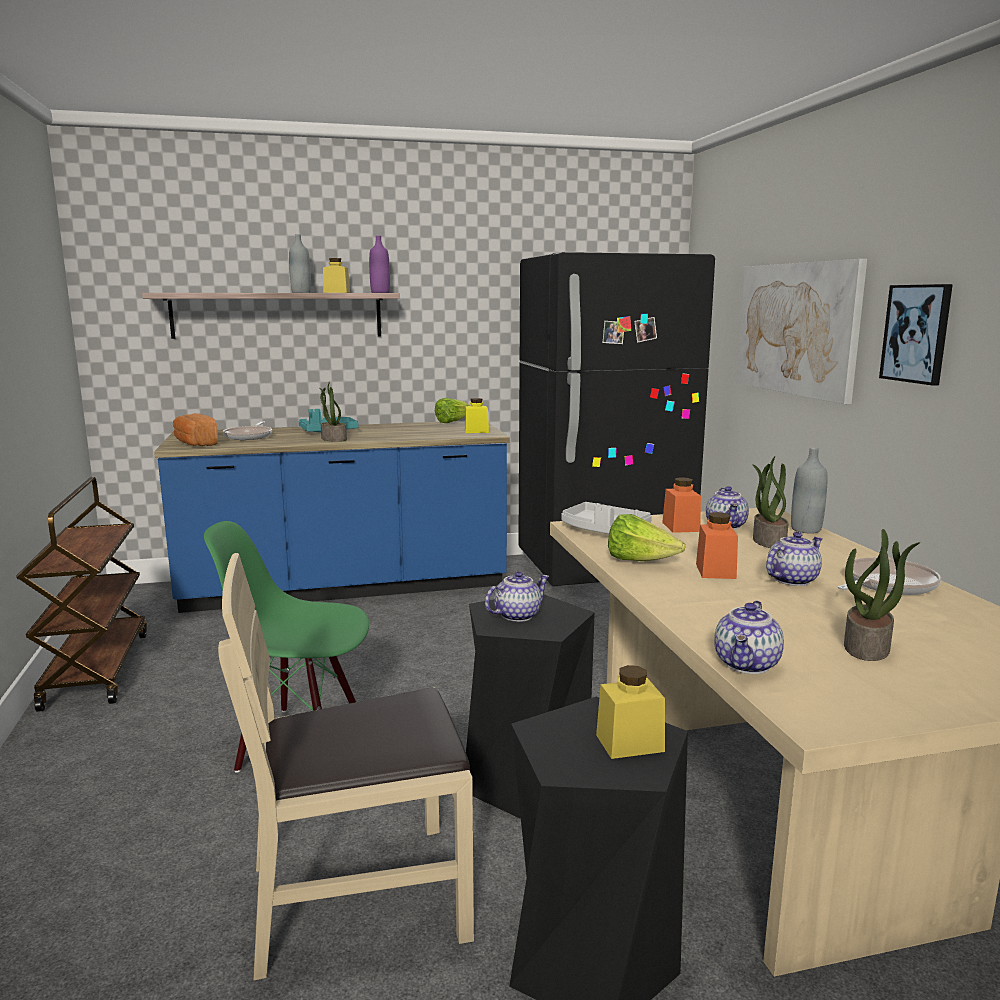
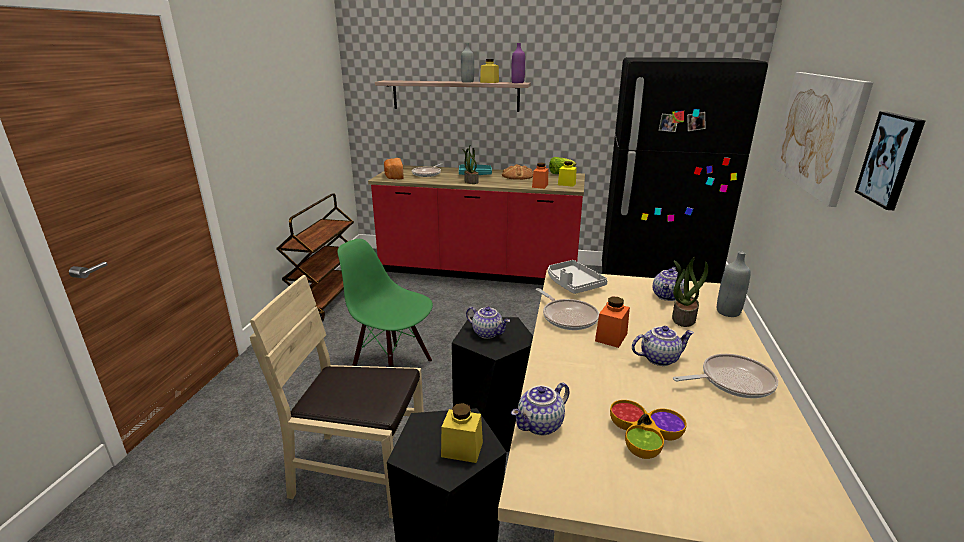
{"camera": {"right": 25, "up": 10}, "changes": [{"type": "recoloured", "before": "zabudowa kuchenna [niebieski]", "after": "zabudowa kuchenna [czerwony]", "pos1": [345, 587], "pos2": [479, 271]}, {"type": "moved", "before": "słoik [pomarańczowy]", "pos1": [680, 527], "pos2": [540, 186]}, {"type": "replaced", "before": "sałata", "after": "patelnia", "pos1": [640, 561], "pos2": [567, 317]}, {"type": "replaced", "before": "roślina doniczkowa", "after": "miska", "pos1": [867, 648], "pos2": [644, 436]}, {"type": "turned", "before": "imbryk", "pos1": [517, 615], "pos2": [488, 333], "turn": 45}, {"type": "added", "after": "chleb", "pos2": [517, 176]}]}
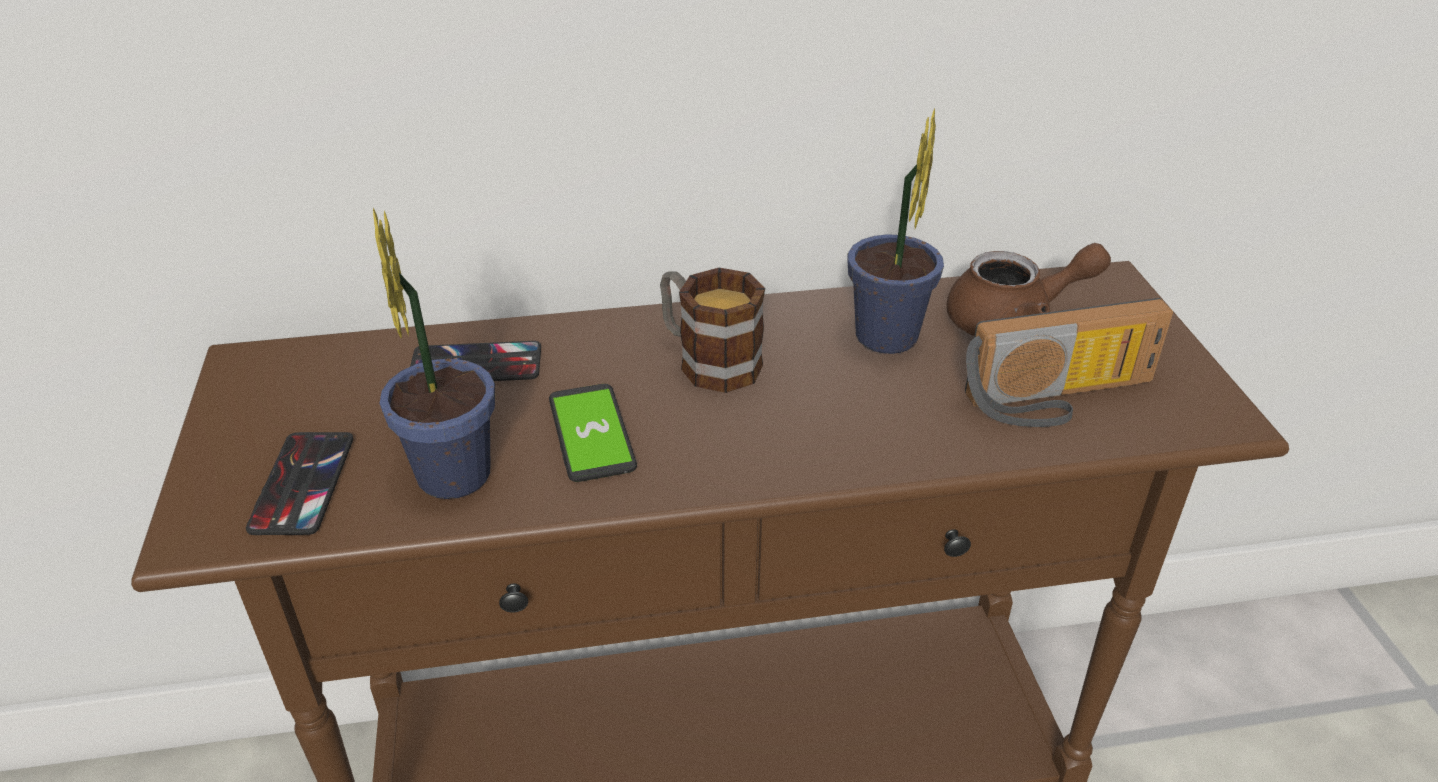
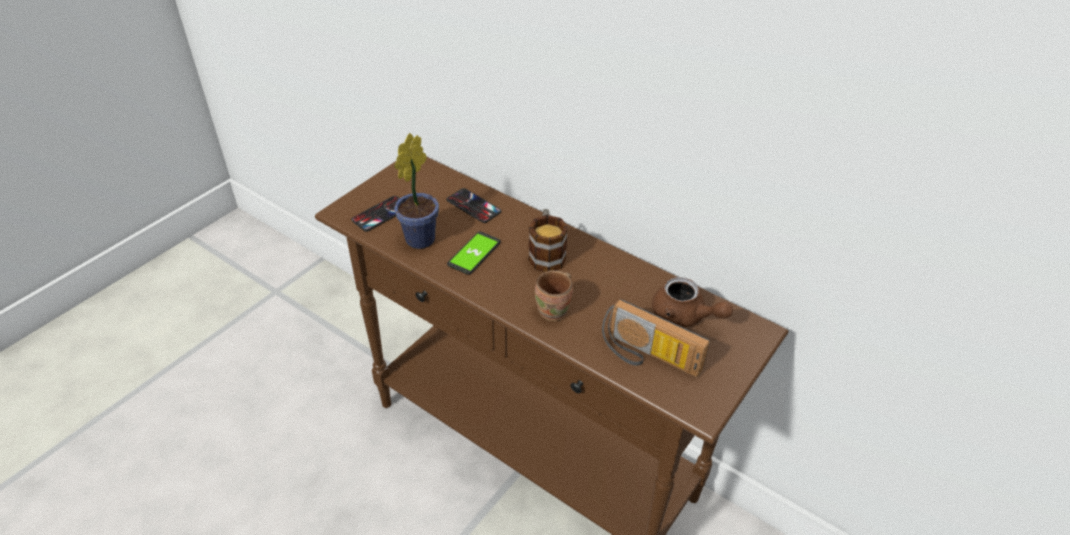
{"camera": {"right": 45, "up": 5}, "changes": [{"type": "removed", "before": "roślina doniczkowa", "pos1": [885, 342]}, {"type": "added", "after": "kubek [brązowy]", "pos2": [555, 311]}]}
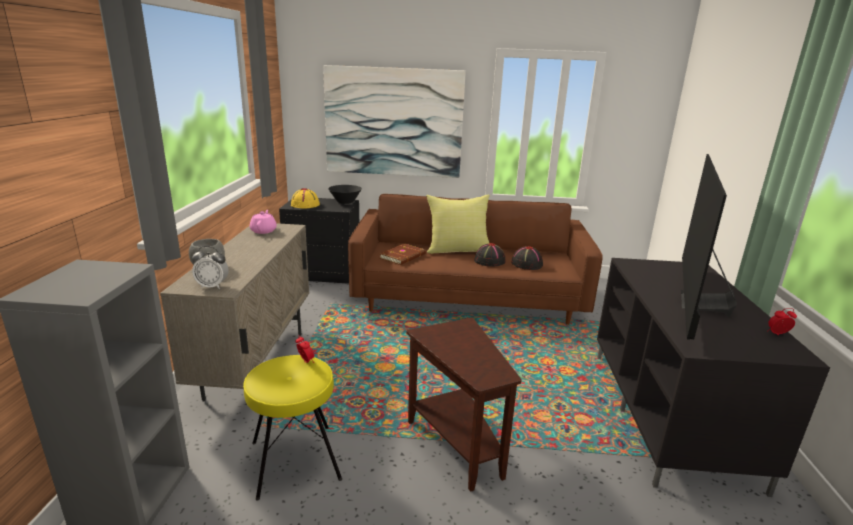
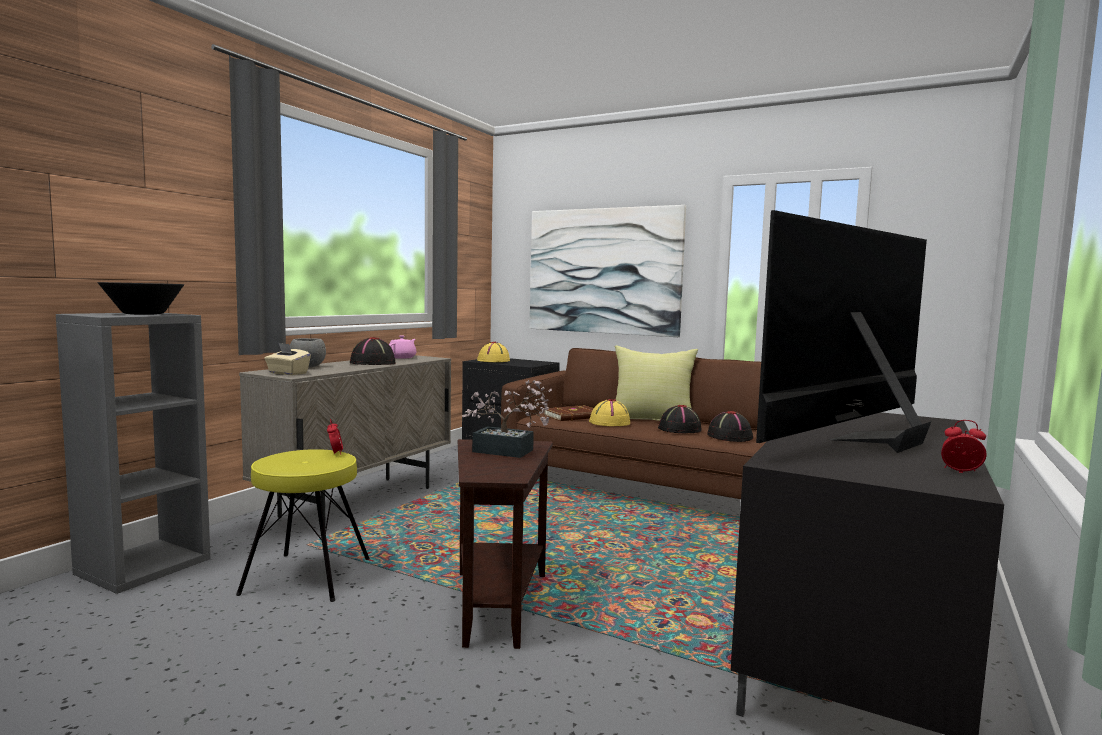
{"camera": {"right": 25, "up": -15}, "changes": [{"type": "moved", "before": "miska [czarny]", "pos1": [345, 202], "pos2": [143, 314]}, {"type": "replaced", "before": "budzik", "after": "pudełko chusteczek [beżowy]", "pos1": [212, 286], "pos2": [287, 373]}, {"type": "added", "after": "kapelusz [czarny]", "pos2": [372, 363]}, {"type": "added", "after": "roślina doniczkowa", "pos2": [509, 452]}, {"type": "added", "after": "kapelusz [żółty]", "pos2": [609, 423]}]}
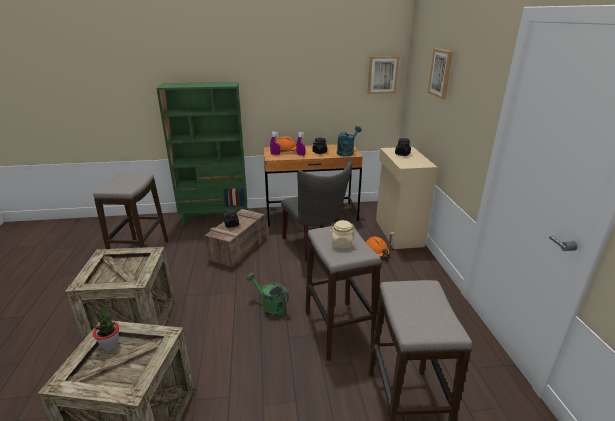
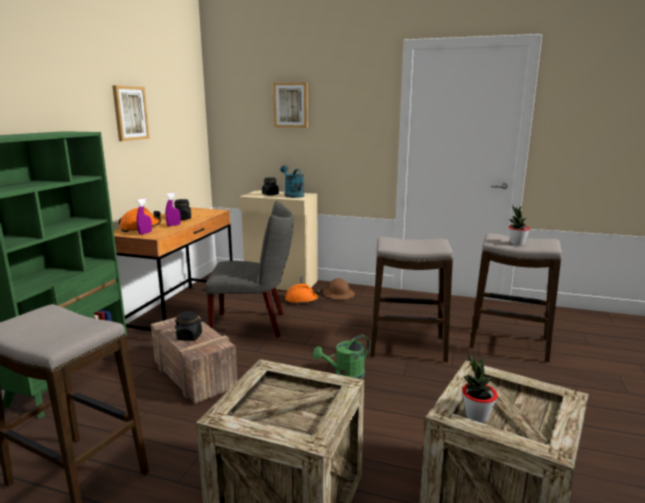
{"camera": {"right": -65, "up": -10}, "changes": [{"type": "moved", "before": "obraz", "pos1": [382, 75], "pos2": [130, 113]}, {"type": "moved", "before": "konewka [turkusowy]", "pos1": [347, 152], "pos2": [292, 195]}, {"type": "removed", "before": "słoik [beżowy]", "pos1": [341, 244]}, {"type": "added", "after": "roślina doniczkowa", "pos2": [517, 243]}, {"type": "added", "after": "kask [brązowy]", "pos2": [339, 294]}]}
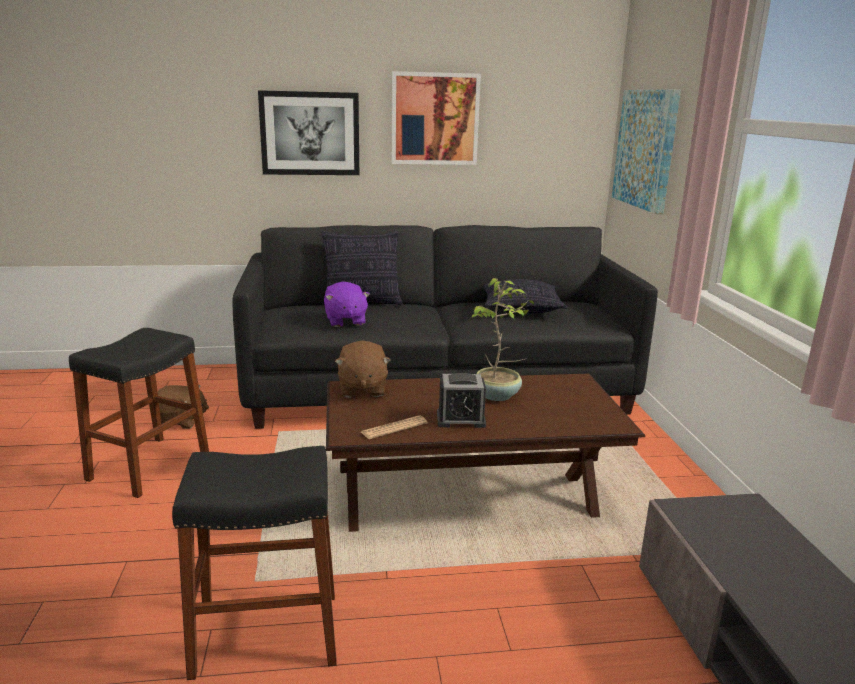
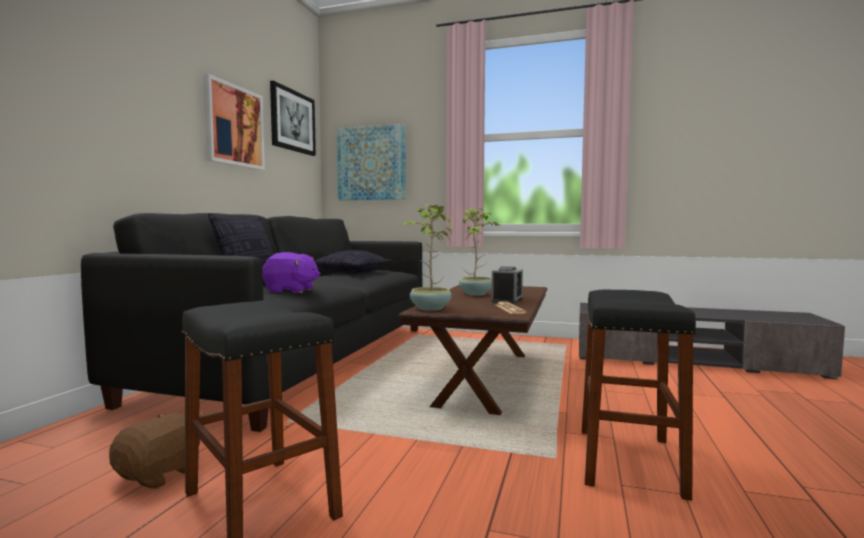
{"camera": {"right": -65, "up": -15}, "changes": [{"type": "moved", "before": "obraz", "pos1": [310, 133], "pos2": [292, 121]}, {"type": "replaced", "before": "pluszak [brązowy]", "after": "roślina doniczkowa", "pos1": [362, 389], "pos2": [429, 308]}]}
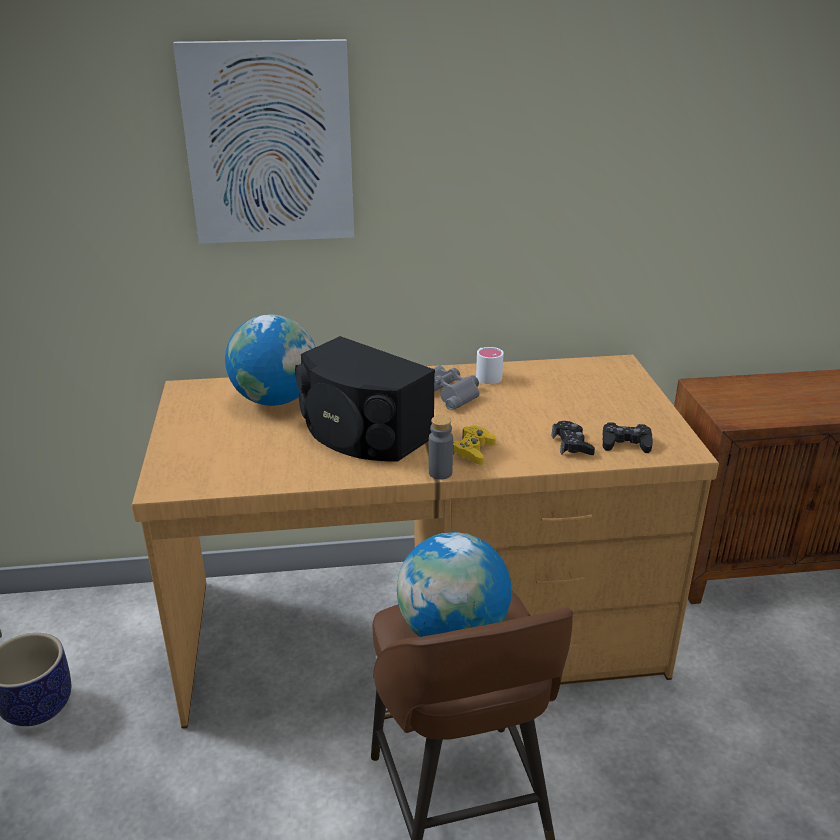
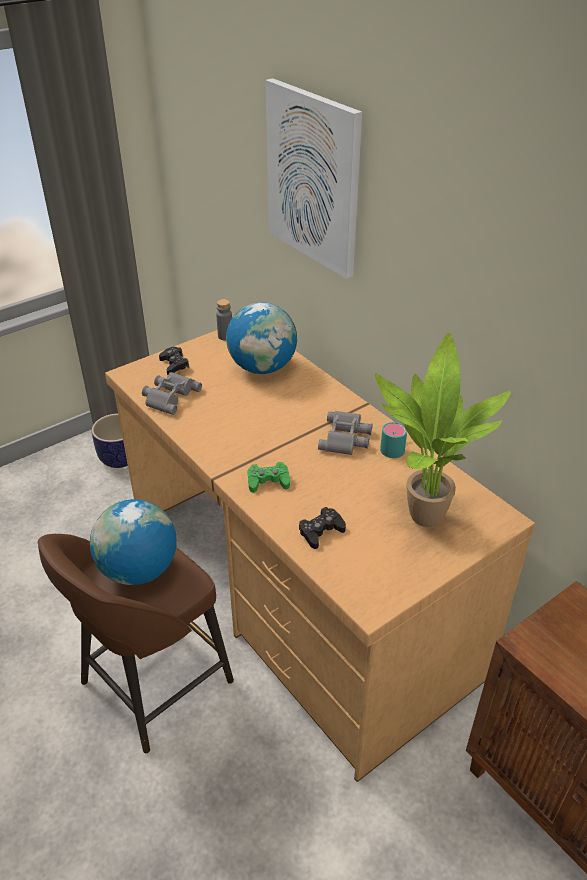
{"camera": {"right": 60, "up": 10}, "changes": [{"type": "removed", "before": "głośnik [czarny]", "pos1": [362, 433]}, {"type": "recoloured", "before": "kubek [biały]", "after": "kubek [turkusowy]", "pos1": [486, 375], "pos2": [395, 447]}, {"type": "moved", "before": "butelka [szary]", "pos1": [440, 473], "pos2": [225, 336]}, {"type": "moved", "before": "pad do gier [czarny]", "pos1": [625, 443], "pos2": [174, 364]}, {"type": "recoloured", "before": "pad do gier [żółty]", "after": "pad do gier [zielony]", "pos1": [473, 451], "pos2": [268, 481]}, {"type": "added", "after": "roślina doniczkowa", "pos2": [420, 515]}, {"type": "added", "after": "lornetka [szary]", "pos2": [169, 396]}]}
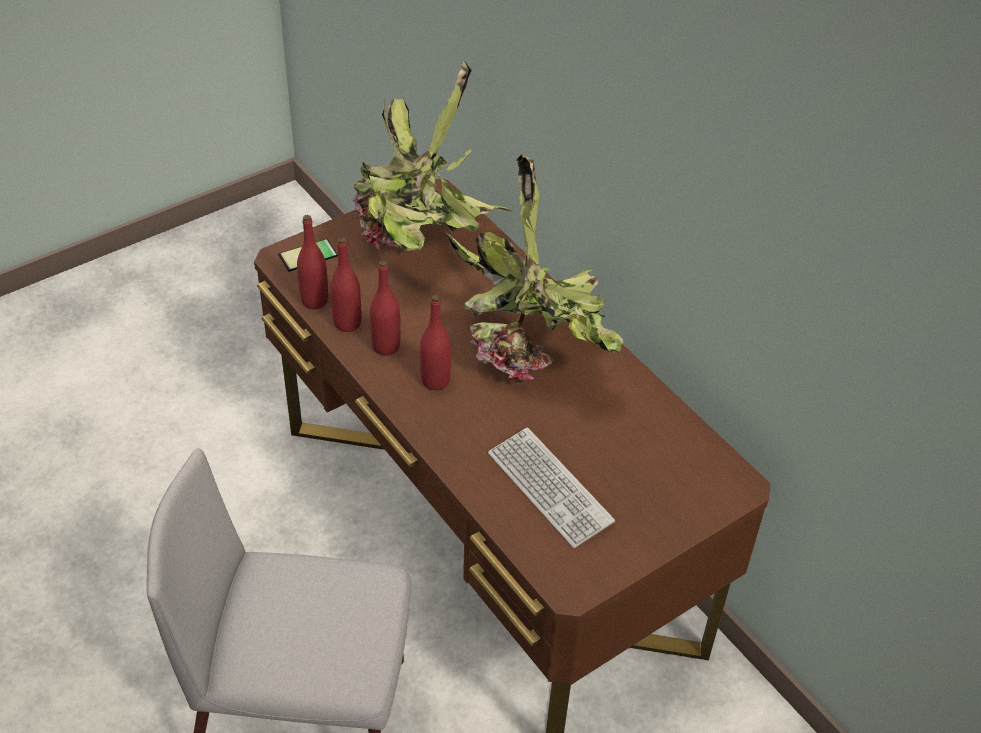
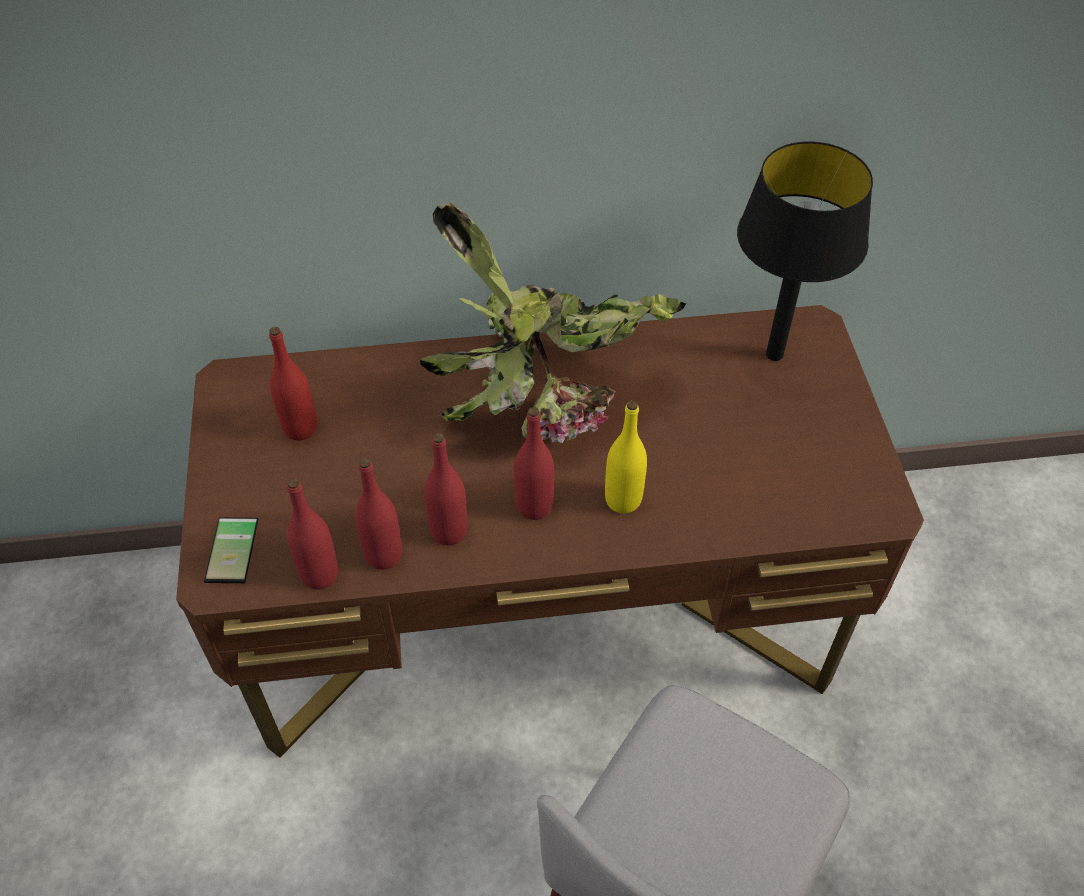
{"camera": {"right": -60, "up": 5}, "changes": [{"type": "replaced", "before": "roślina doniczkowa", "after": "butelka [czerwony]", "pos1": [420, 243], "pos2": [300, 428]}, {"type": "removed", "before": "klawiatura", "pos1": [549, 488]}, {"type": "added", "after": "lampa stołowa [czarny]", "pos2": [773, 354]}, {"type": "added", "after": "butelka [żółty]", "pos2": [623, 500]}]}
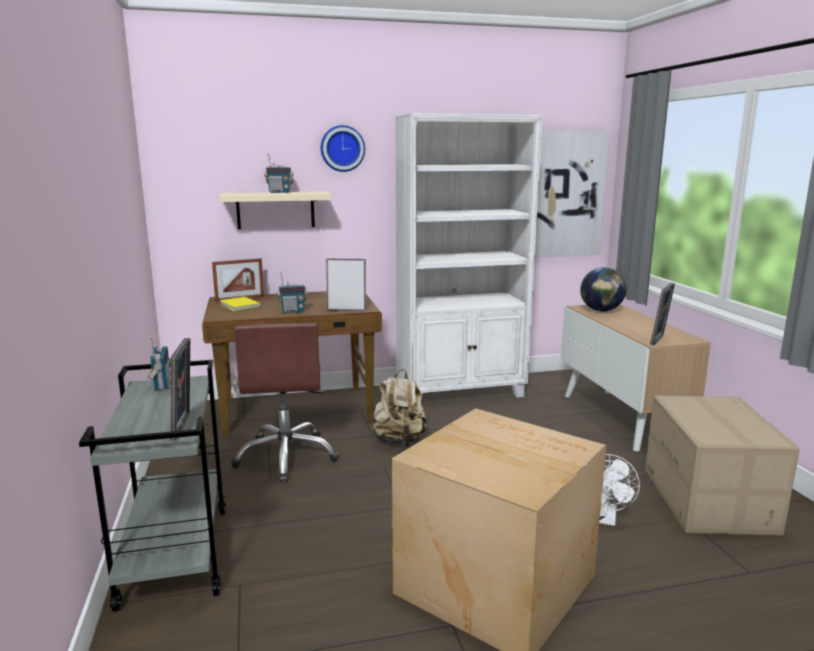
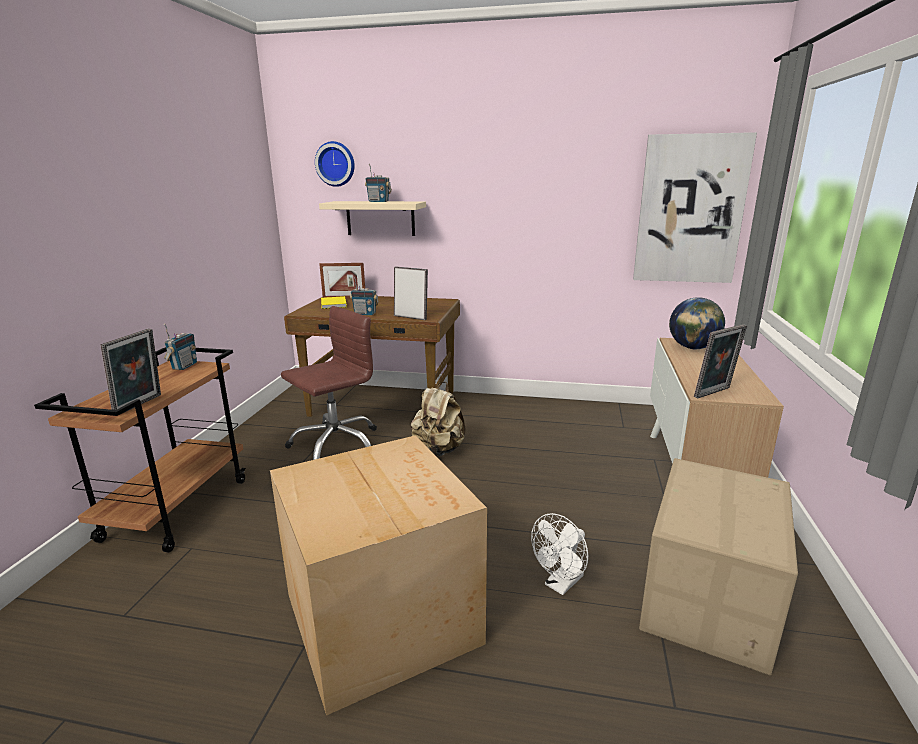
{"camera": {"right": 25, "up": 5}, "changes": [{"type": "removed", "before": "regał [biały]", "pos1": [461, 392]}, {"type": "moved", "before": "zegar ścienny", "pos1": [342, 148], "pos2": [336, 164]}, {"type": "turned", "before": "krzesło biurowe [brązowy]", "pos1": [287, 456], "pos2": [335, 443], "turn": -150}, {"type": "recoloured", "before": "wózek [szary]", "after": "wózek [brązowy]", "pos1": [174, 555], "pos2": [177, 508]}]}
